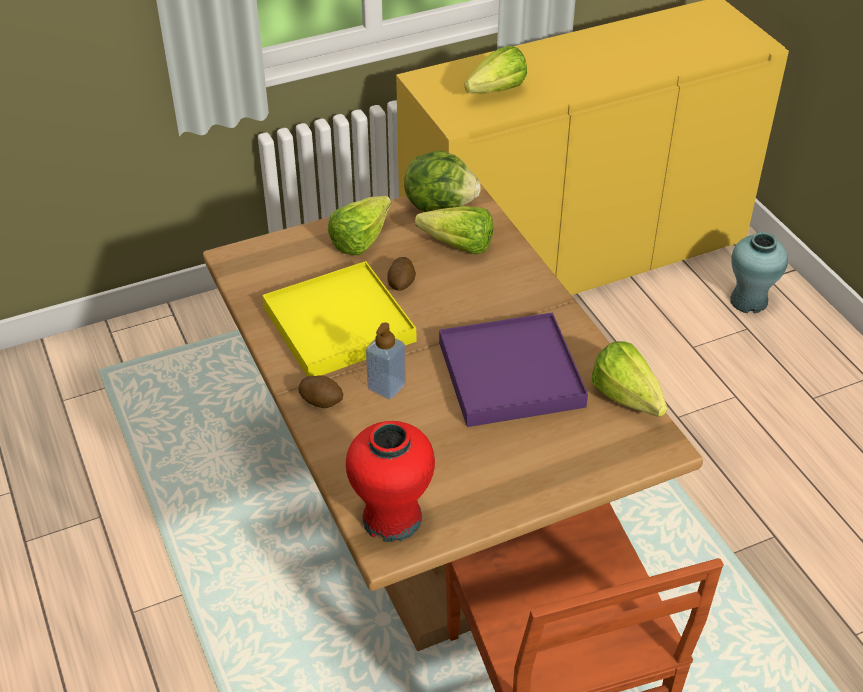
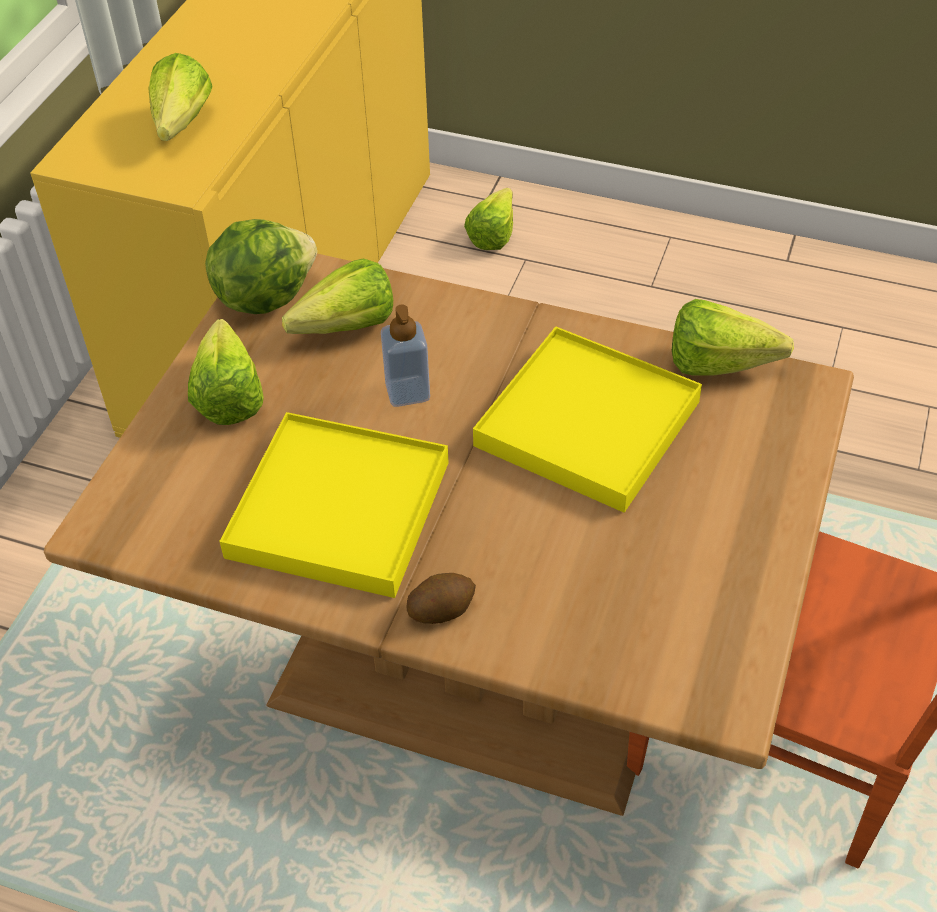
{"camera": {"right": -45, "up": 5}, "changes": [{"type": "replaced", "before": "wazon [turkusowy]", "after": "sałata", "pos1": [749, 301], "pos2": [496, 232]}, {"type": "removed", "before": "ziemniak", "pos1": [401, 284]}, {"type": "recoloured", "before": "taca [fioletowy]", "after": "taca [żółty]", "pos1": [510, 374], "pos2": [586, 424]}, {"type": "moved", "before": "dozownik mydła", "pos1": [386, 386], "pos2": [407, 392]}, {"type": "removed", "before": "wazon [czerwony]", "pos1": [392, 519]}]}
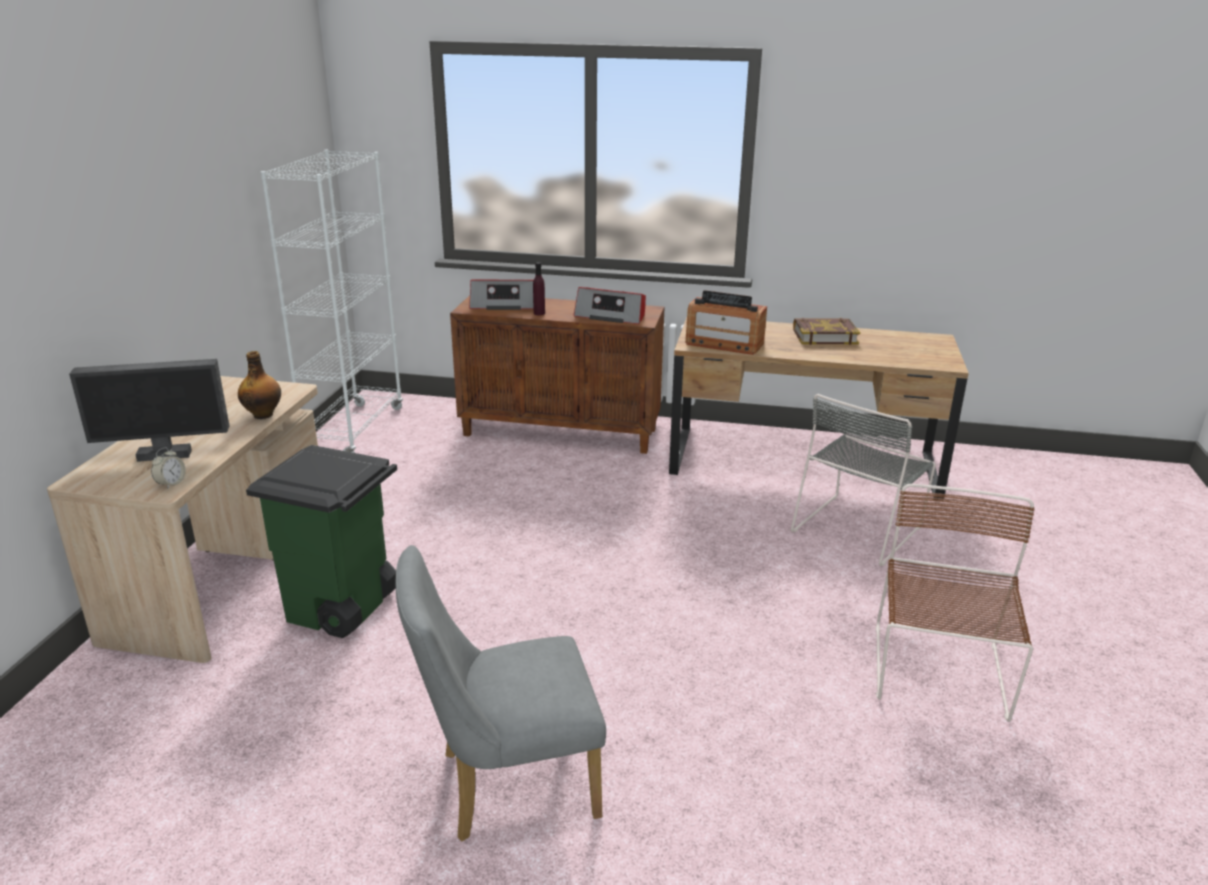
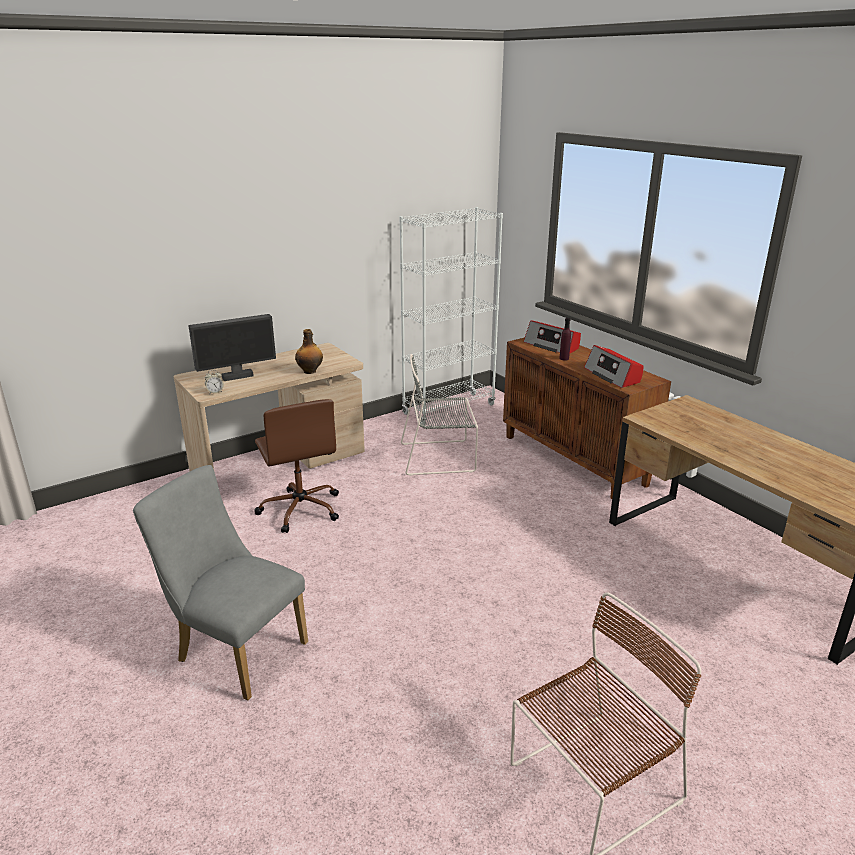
{"camera": {"right": 45, "up": 0}, "changes": [{"type": "removed", "before": "radio", "pos1": [724, 344]}, {"type": "removed", "before": "książka", "pos1": [824, 336]}, {"type": "turned", "before": "monitor", "pos1": [165, 455], "pos2": [237, 376], "turn": -60}, {"type": "moved", "before": "krzesło [szary]", "pos1": [858, 527], "pos2": [440, 457]}, {"type": "replaced", "before": "kosz na śmieci [zielony]", "after": "krzesło biurowe [brązowy]", "pos1": [342, 609], "pos2": [300, 509]}]}
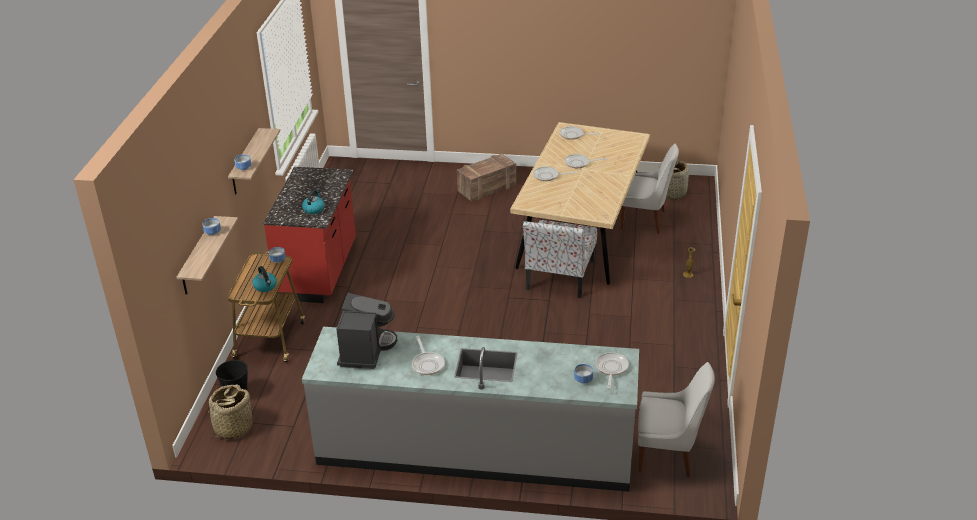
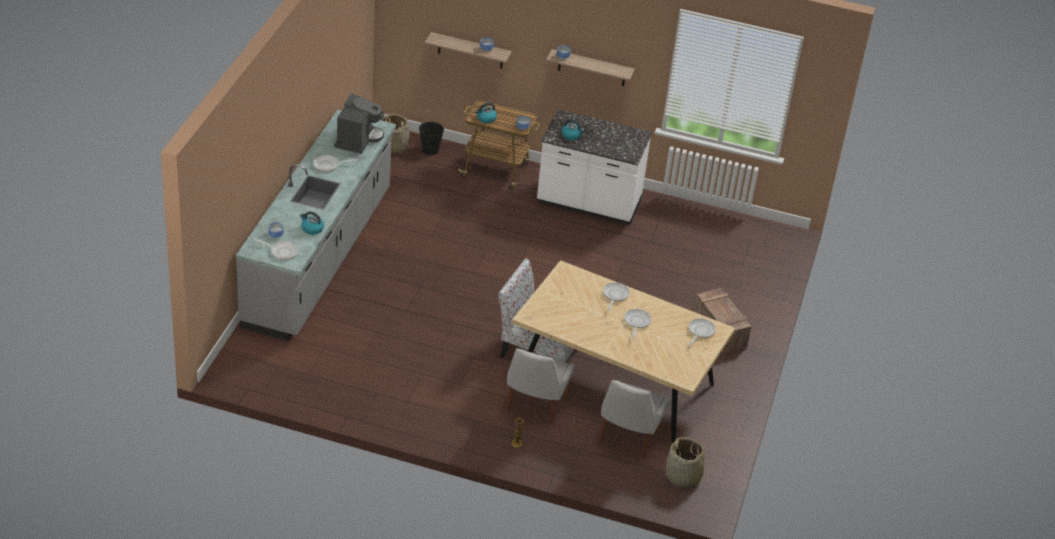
{"camera": {"right": 95, "up": 5}, "changes": [{"type": "recoloured", "before": "zabudowa kuchenna [czerwony]", "after": "zabudowa kuchenna [biały]", "pos1": [319, 271], "pos2": [588, 204]}, {"type": "turned", "before": "ekspres do kawy", "pos1": [365, 350], "pos2": [358, 139], "turn": -90}, {"type": "moved", "before": "krzesło [biały]", "pos1": [668, 455], "pos2": [535, 405]}, {"type": "added", "after": "czajnik", "pos2": [312, 229]}]}
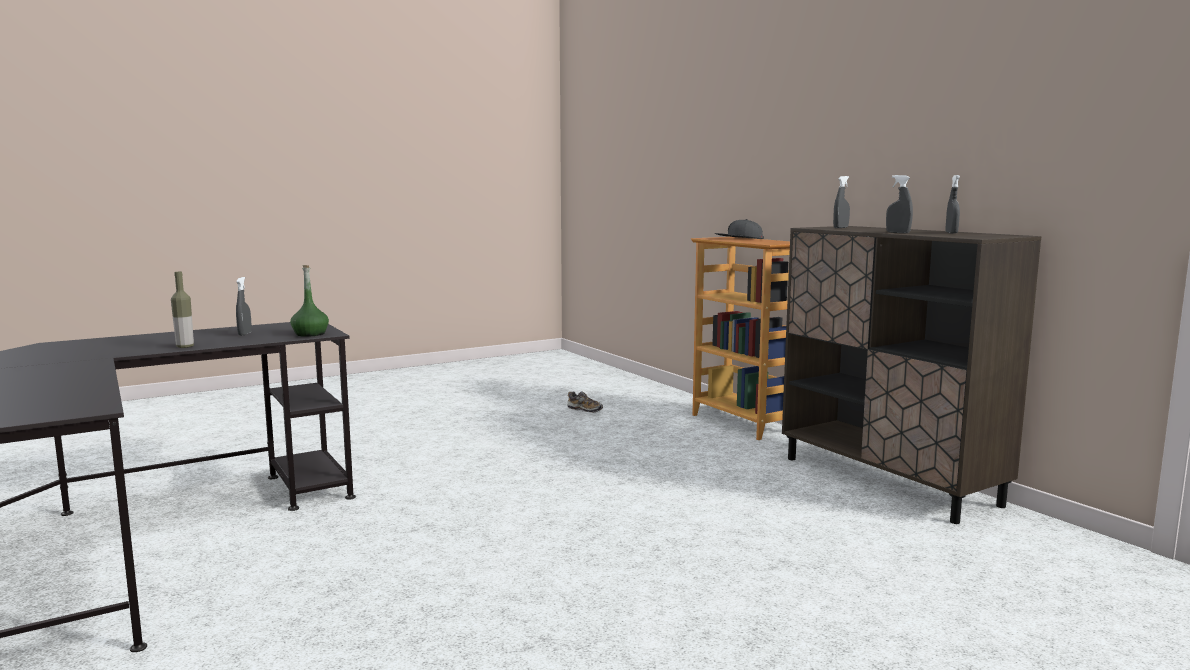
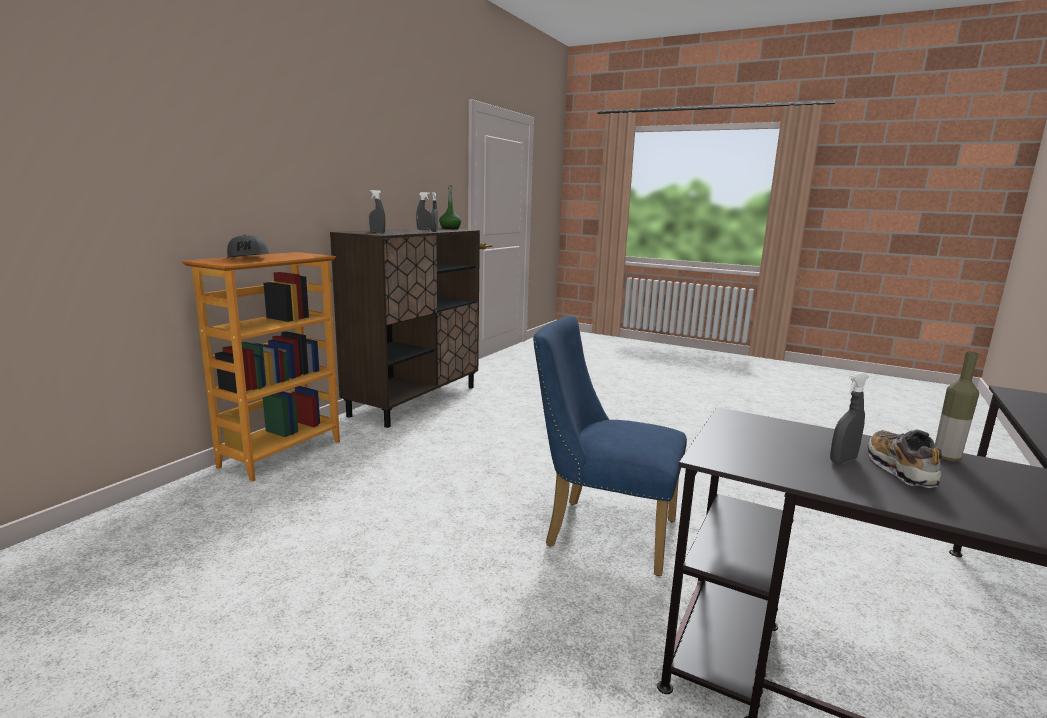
{"camera": {"right": -120, "up": 5}, "changes": [{"type": "moved", "before": "butelka [zielony]", "pos1": [310, 334], "pos2": [450, 228]}, {"type": "moved", "before": "but", "pos1": [584, 410], "pos2": [899, 468]}, {"type": "added", "after": "krzesło [niebieski]", "pos2": [601, 531]}]}
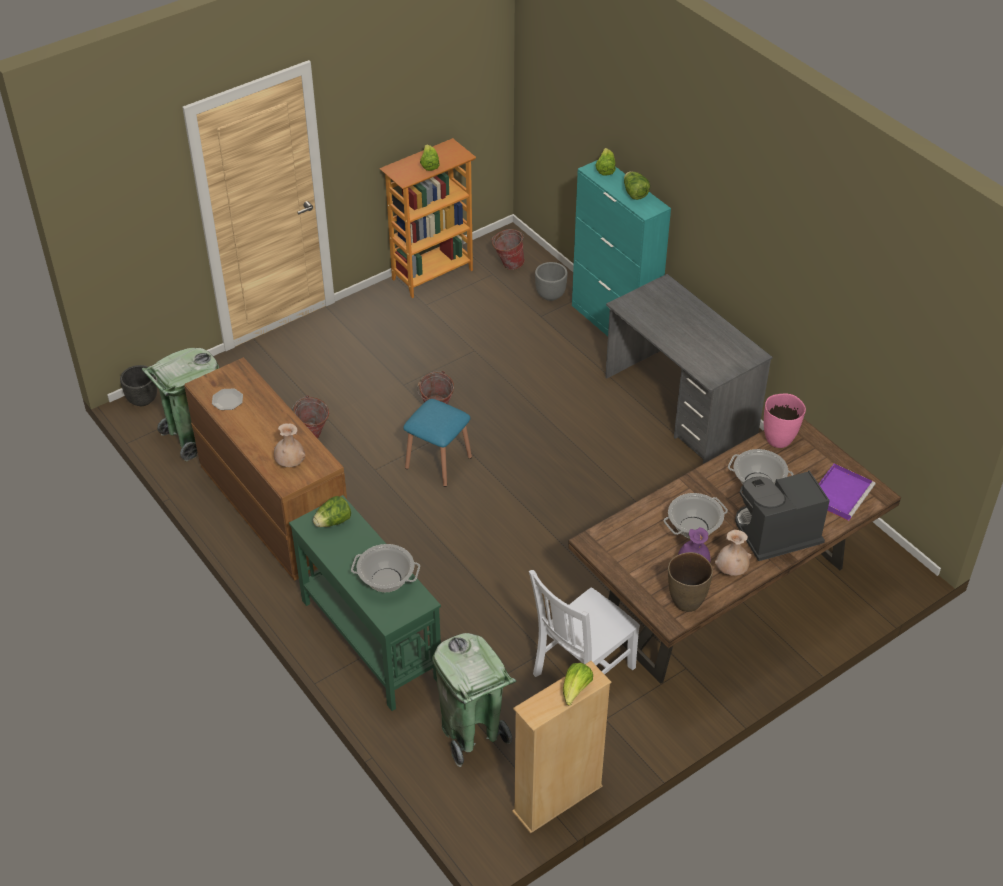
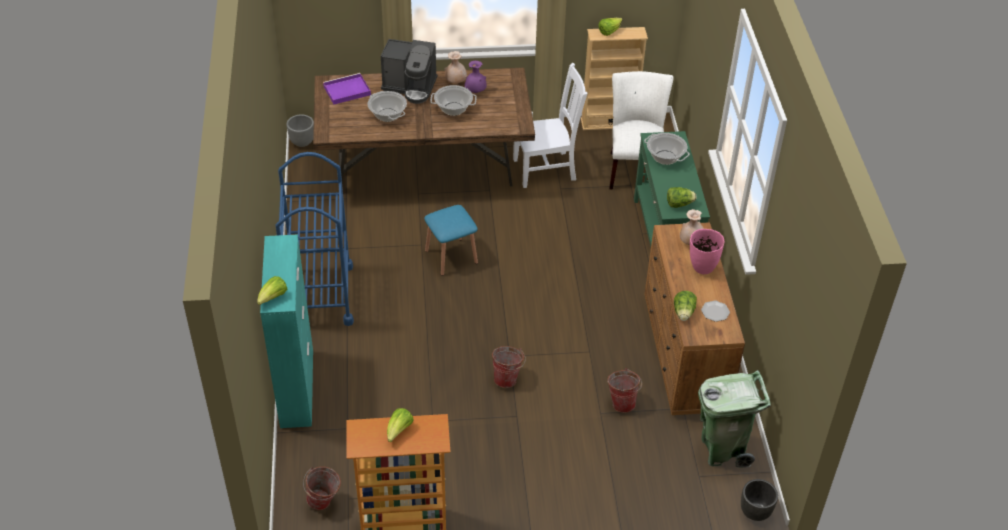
{"camera": {"right": -150, "up": 0}, "changes": [{"type": "moved", "before": "sałata", "pos1": [634, 193], "pos2": [683, 313]}, {"type": "moved", "before": "donica [szary]", "pos1": [551, 295], "pos2": [302, 142]}, {"type": "replaced", "before": "biurko [szary]", "after": "wózek [niebieski]", "pos1": [680, 406], "pos2": [320, 296]}, {"type": "moved", "before": "wazon [różowy]", "pos1": [779, 439], "pos2": [702, 267]}, {"type": "moved", "before": "stołek [niebieski]", "pos1": [438, 462], "pos2": [451, 257]}, {"type": "removed", "before": "wazon [brązowy]", "pos1": [686, 601]}, {"type": "replaced", "before": "kosz na śmieci [zielony]", "after": "krzesło [biały]", "pos1": [472, 733], "pos2": [634, 168]}]}
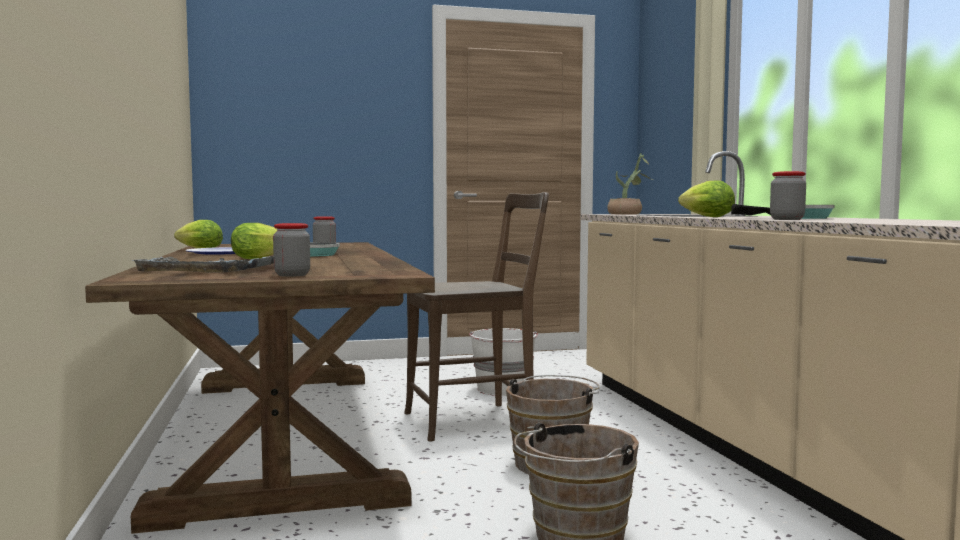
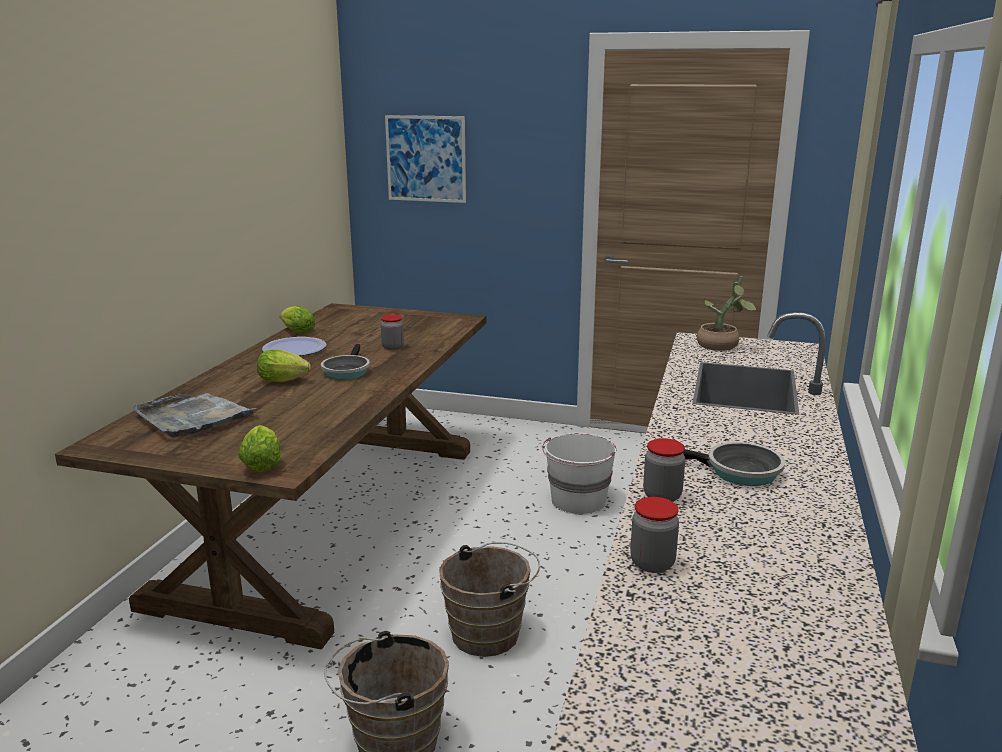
{"camera": {"right": 30, "up": 15}, "changes": [{"type": "moved", "before": "sałata", "pos1": [704, 217], "pos2": [262, 464]}, {"type": "removed", "before": "krzesło [brązowy]", "pos1": [475, 421]}, {"type": "moved", "before": "słoik", "pos1": [292, 275], "pos2": [652, 563]}, {"type": "added", "after": "obraz", "pos2": [426, 159]}]}
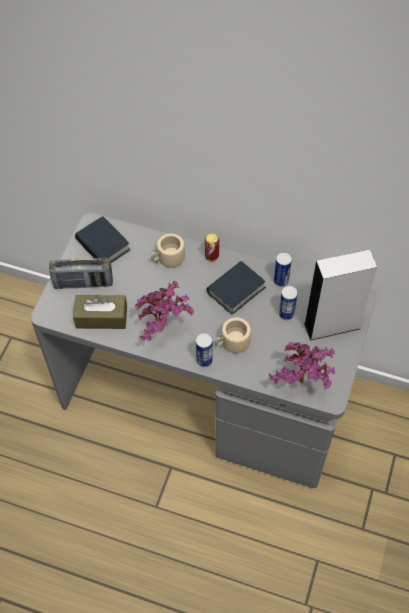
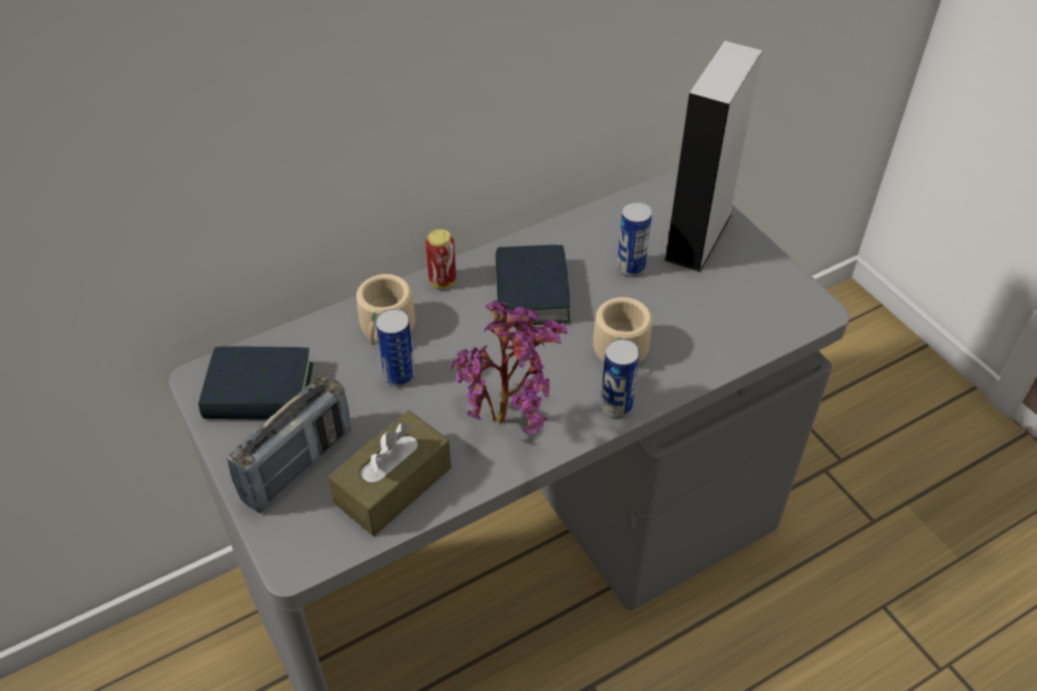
{"camera": {"right": -50, "up": -10}, "changes": [{"type": "moved", "before": "puszka", "pos1": [281, 281], "pos2": [399, 376]}, {"type": "removed", "before": "roślina doniczkowa", "pos1": [302, 385]}]}
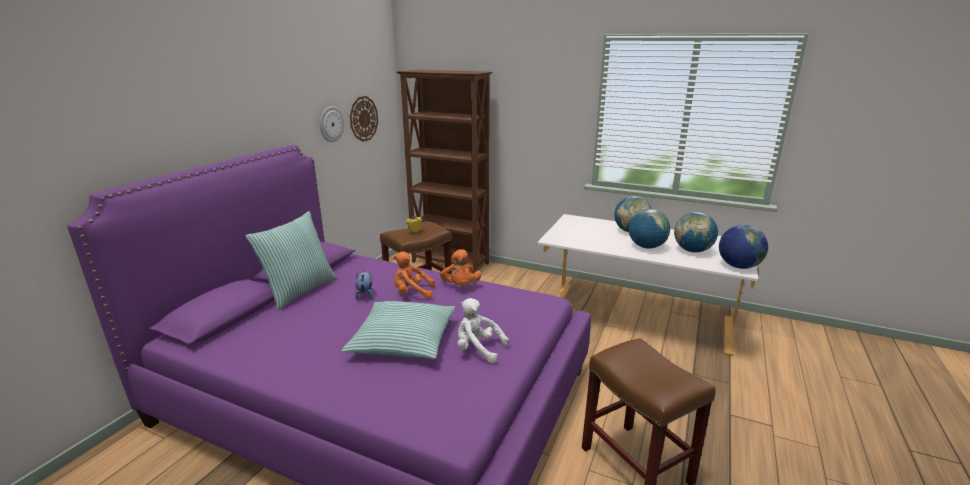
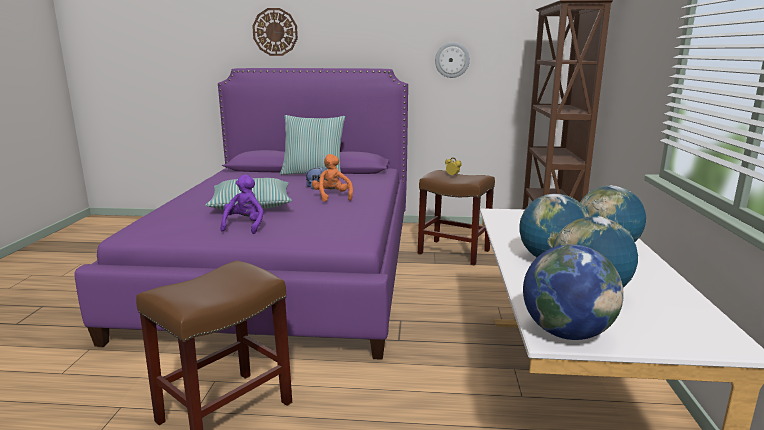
{"camera": {"right": 70, "up": -5}, "changes": [{"type": "moved", "before": "zegar ścienny", "pos1": [363, 118], "pos2": [275, 32]}, {"type": "removed", "before": "pluszak [pomarańczowy]", "pos1": [460, 286]}, {"type": "recoloured", "before": "pluszak [biały]", "after": "pluszak [fioletowy]", "pos1": [478, 349], "pos2": [245, 226]}]}
